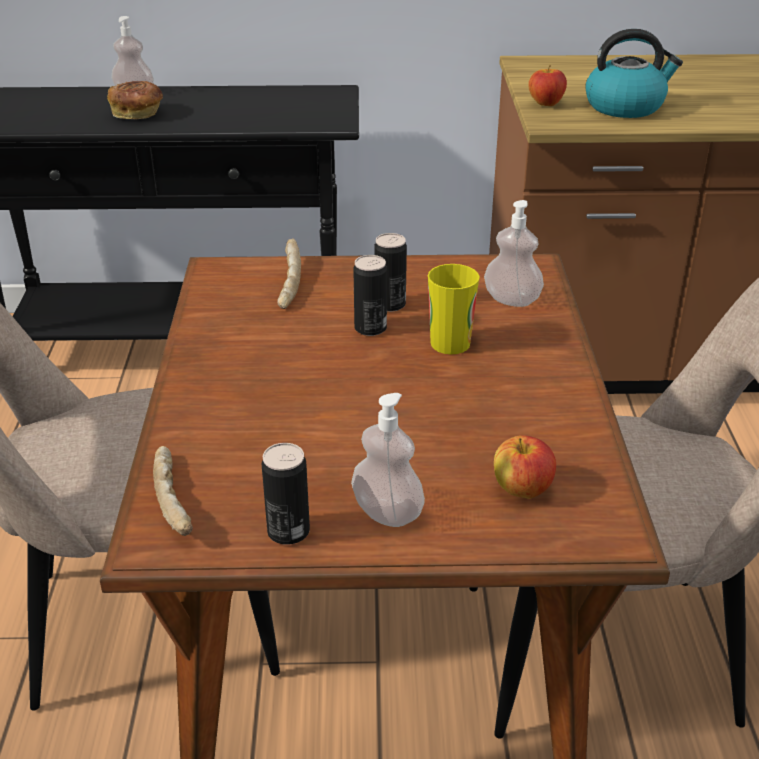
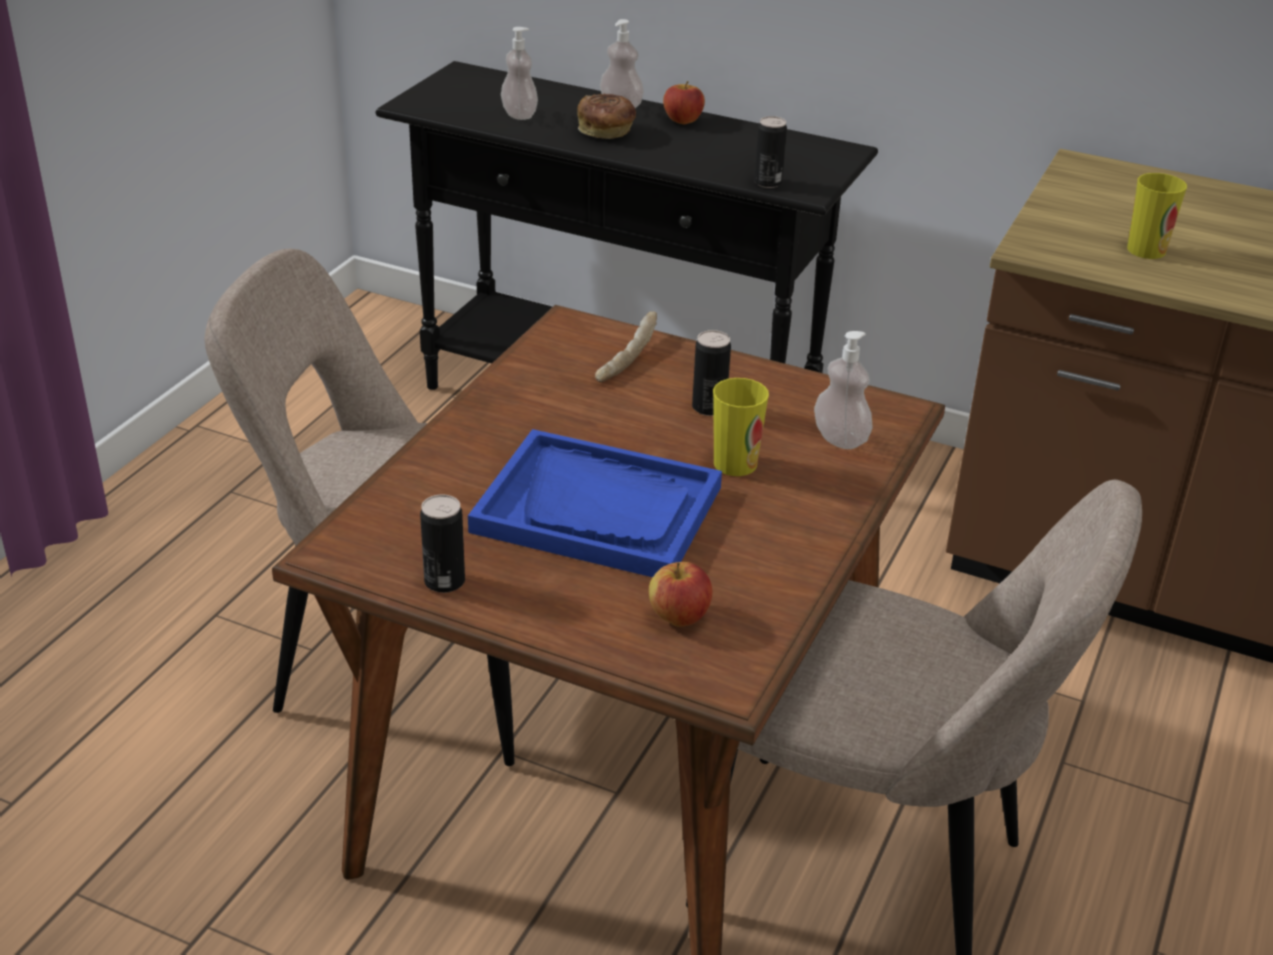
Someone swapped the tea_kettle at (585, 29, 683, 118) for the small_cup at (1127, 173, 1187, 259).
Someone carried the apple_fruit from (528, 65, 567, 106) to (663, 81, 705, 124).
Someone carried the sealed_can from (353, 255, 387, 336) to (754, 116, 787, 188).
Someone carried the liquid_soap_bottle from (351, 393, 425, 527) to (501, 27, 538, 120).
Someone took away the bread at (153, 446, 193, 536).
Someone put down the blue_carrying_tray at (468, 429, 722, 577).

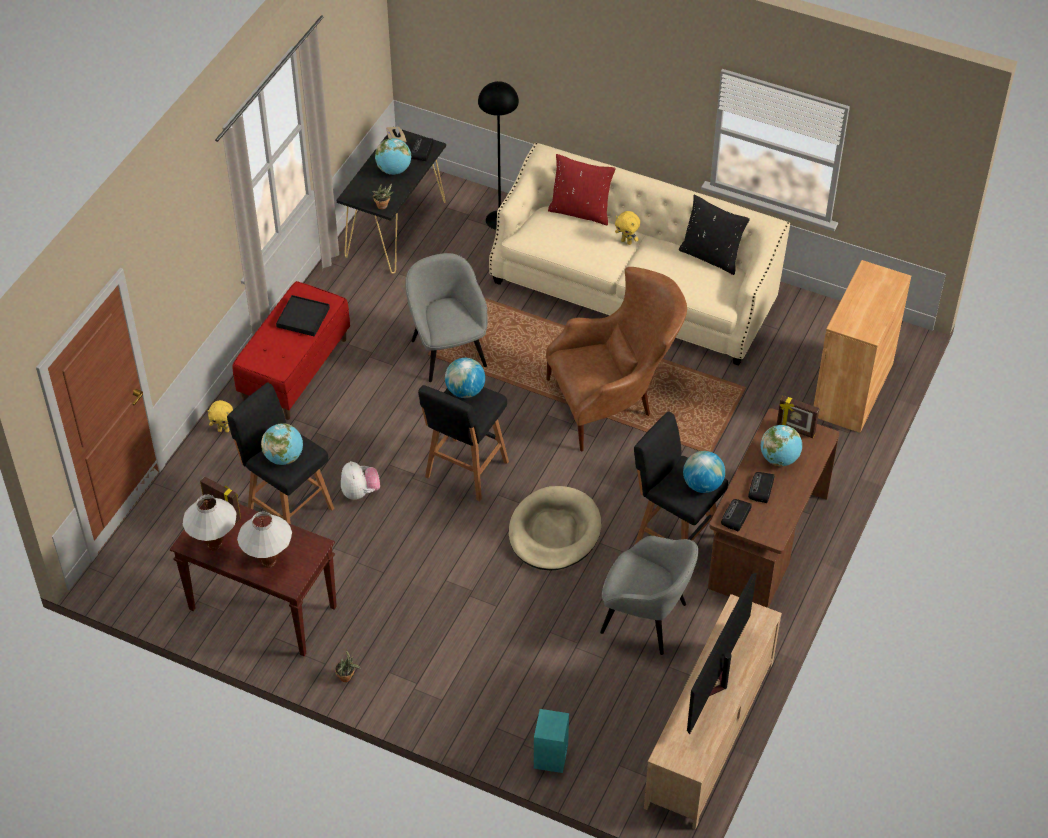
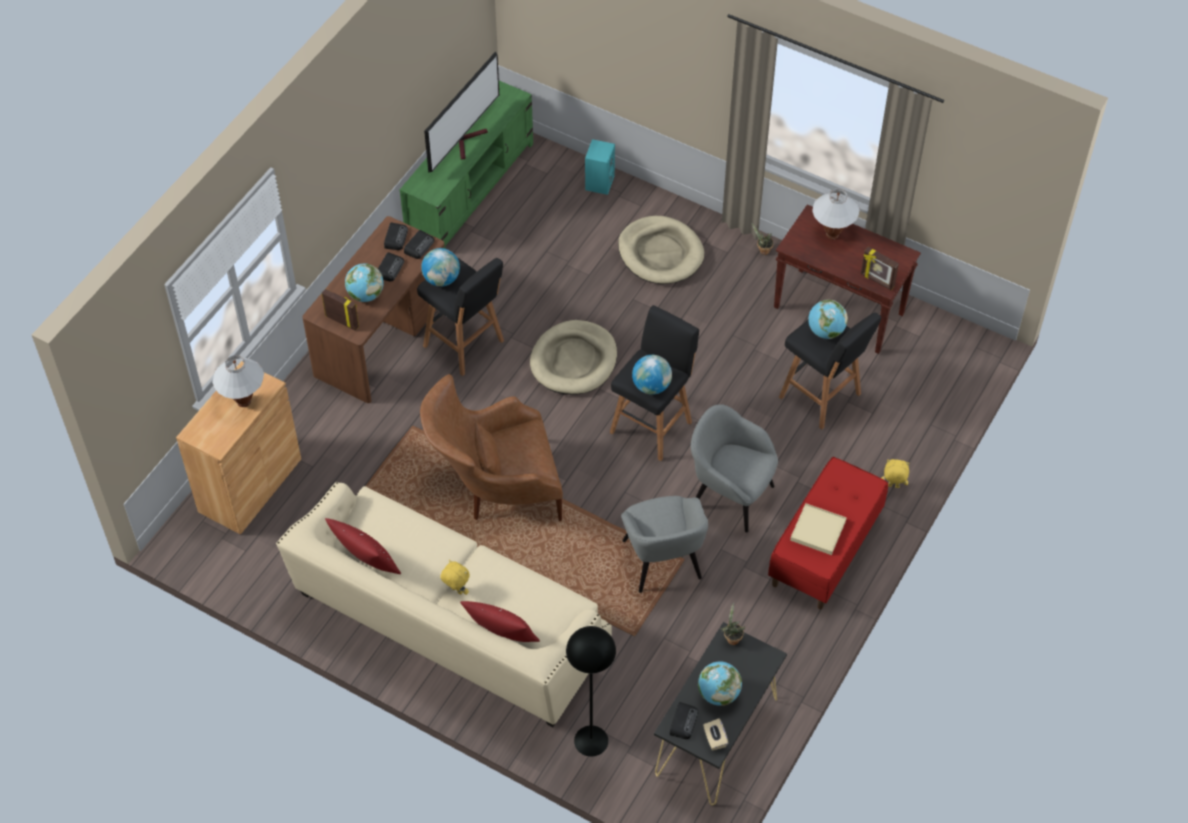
Someone repainted the black-coloured_throw_pillow at (679, 195, 750, 275), which became the red-coloured_throw_pillow at (325, 518, 401, 574).
Someone repainted the black-coloured_carrying_tray at (276, 295, 330, 337), which became the beige_carrying_tray at (790, 503, 846, 555).
Someone took away the cuddly_toy at (341, 461, 380, 500).
Someone carried the whitish_table_lamp from (183, 495, 236, 551) to (212, 355, 264, 407).
Someone carried the greyish_easy_chair from (600, 536, 698, 655) to (691, 404, 778, 533).
Someone repainted the beige_tv_unit at (644, 594, 782, 830), which became the green-coloured_tv_unit at (400, 81, 533, 249).
Someone put down the beige_pet_bed at (618, 216, 704, 284).
Someone put down the radio at (384, 222, 408, 250).

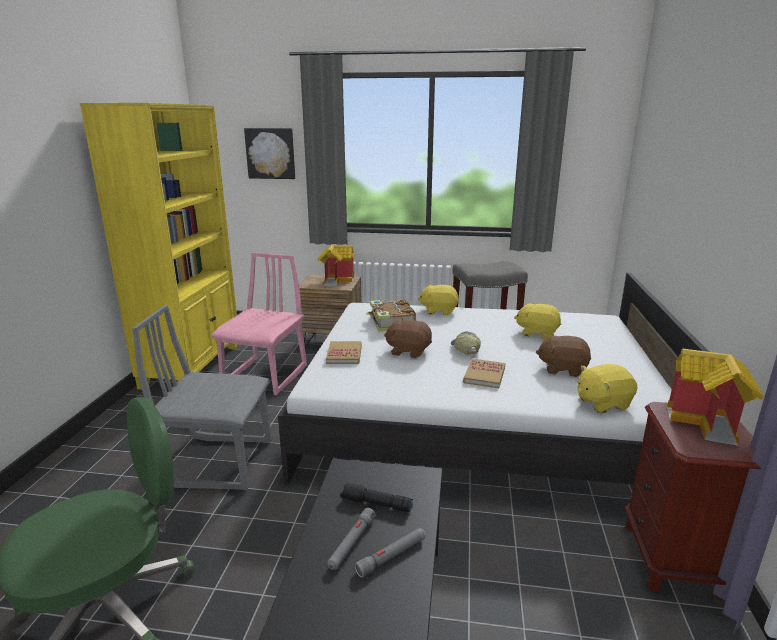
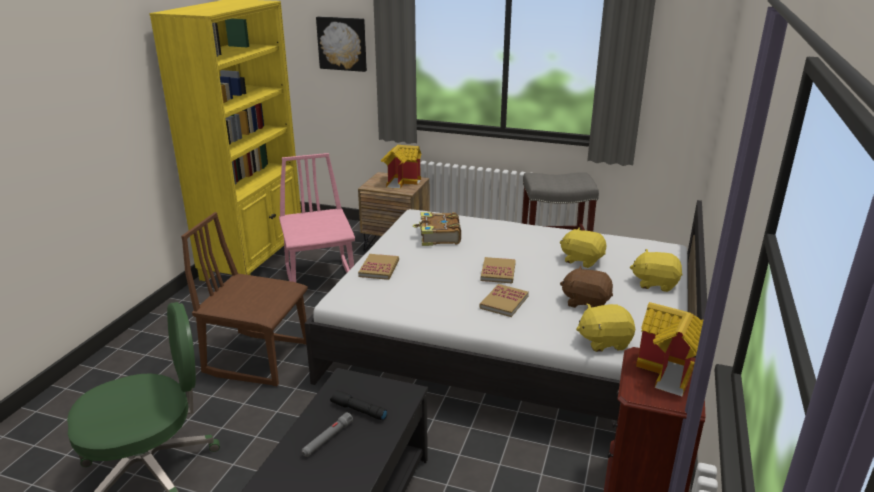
Someone rotated the pinkish_upright_chair at (211, 252, 307, 395) by 45 degrees counterclockwise.
Someone carried the yellow_cuddly_toy from (418, 285, 459, 315) to (630, 249, 683, 292).
Someone repainted the greyish_upright_chair at (132, 305, 272, 490), which became the brownish_upright_chair at (181, 212, 308, 386).
Someone took away the brownish_cuddly_toy at (384, 318, 432, 358).
Someone swapped the cap at (451, 332, 481, 355) for the volume at (481, 257, 516, 283).
Someone took away the greyish_torch at (355, 528, 425, 578).

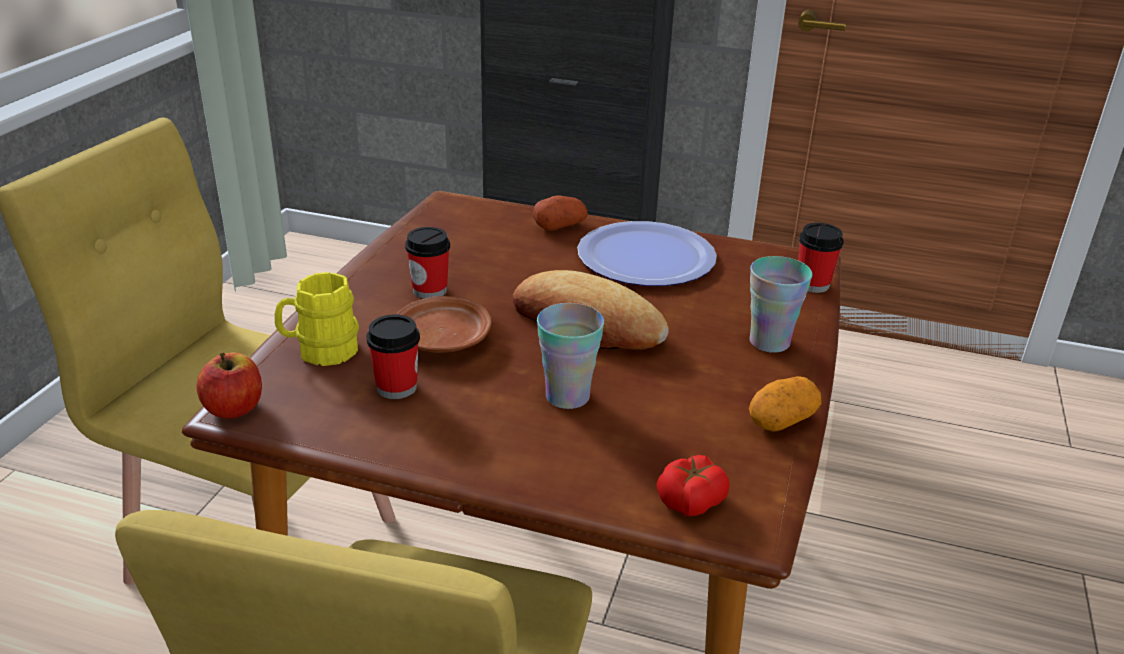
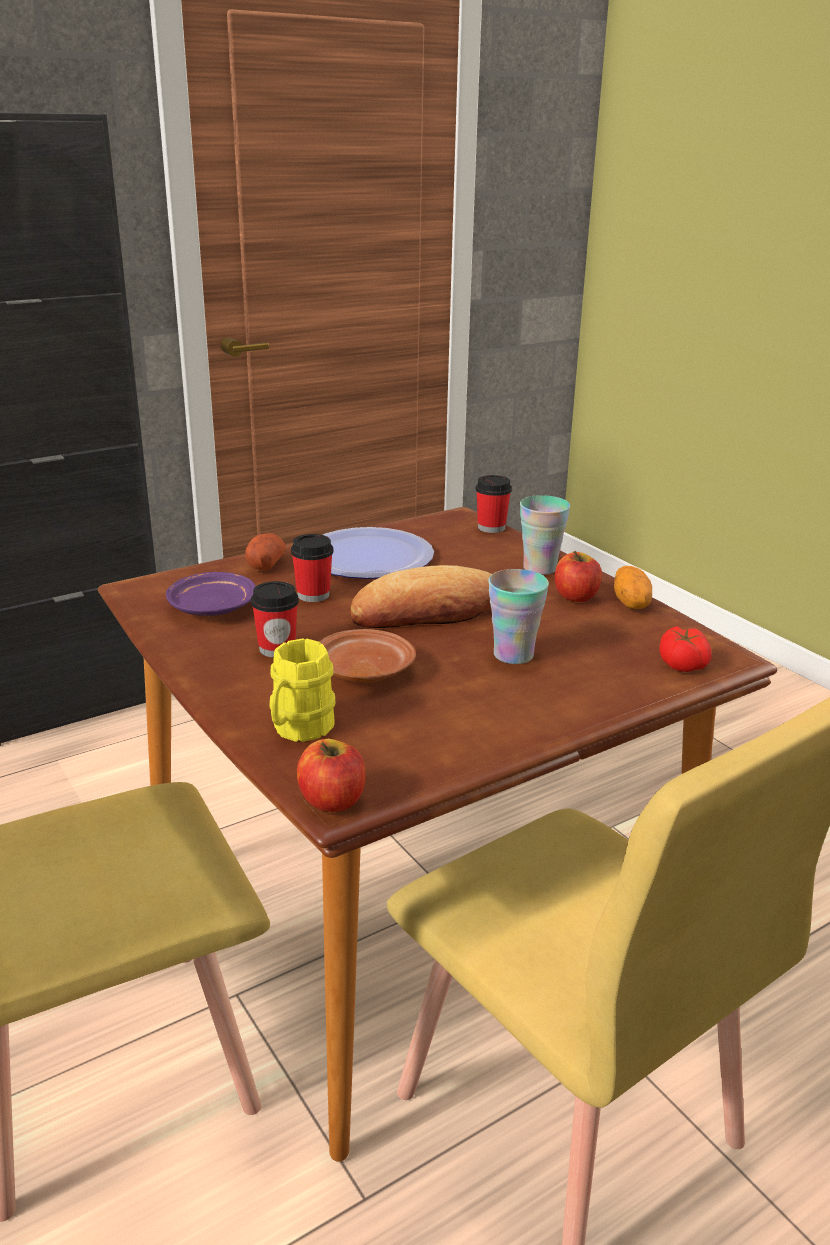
Someone carried the small_cup from (366, 315, 420, 399) to (291, 534, 333, 602).
Someone put down the apple_fruit at (555, 551, 602, 602).
Someone put down the purple-coloured_plate at (166, 572, 256, 616).

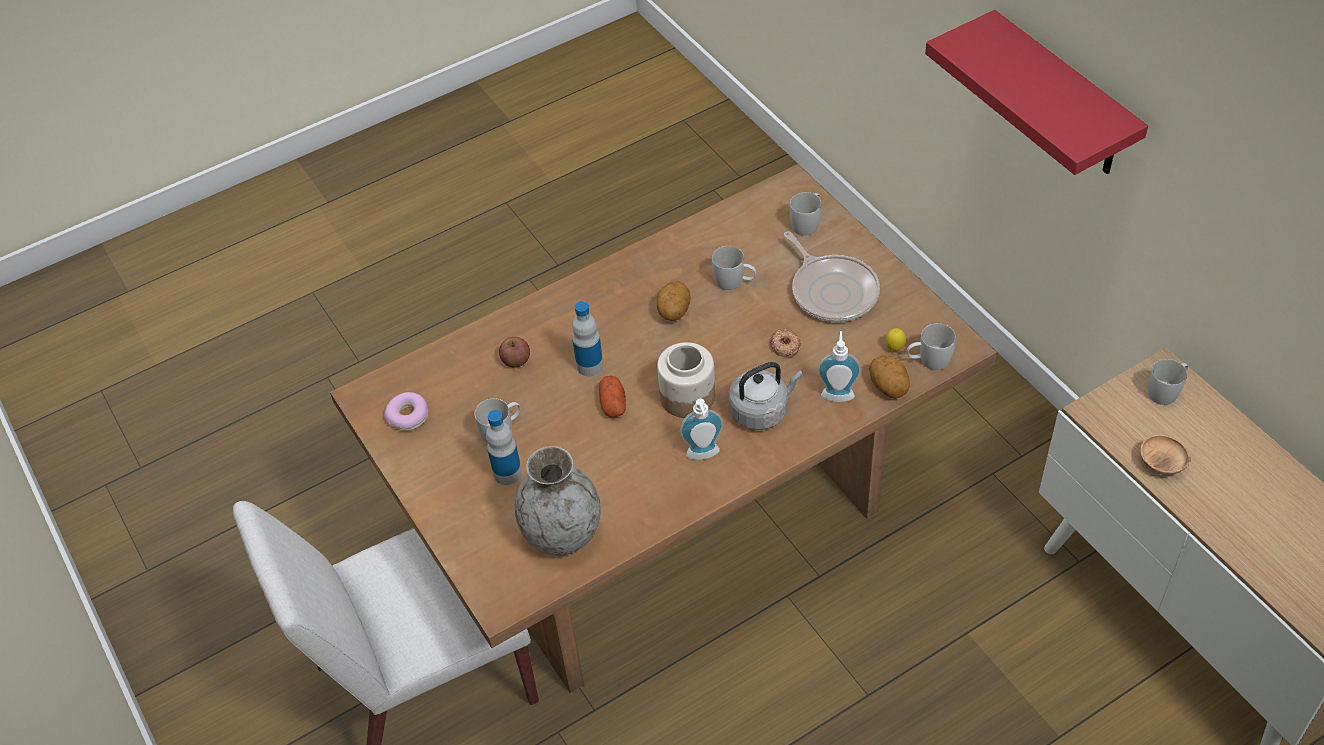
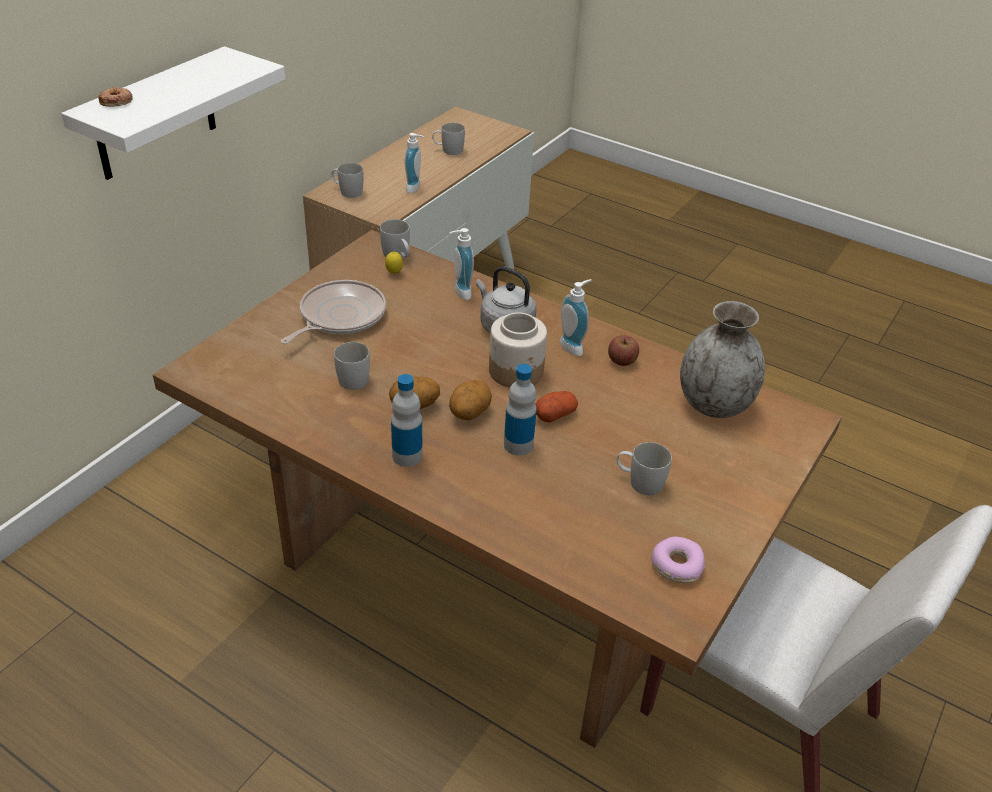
Someone repainted the red-coloured_shelf at (925, 10, 1148, 175), which became the whitish_shelf at (61, 46, 285, 180).
Someone carried the whitish_coffee_mug from (790, 192, 821, 236) to (432, 123, 465, 155).
Someone carried the doughnut from (770, 329, 801, 357) to (98, 87, 133, 107).
Someone carried the apple_fruit from (499, 337, 530, 368) to (608, 335, 639, 366).
Someone carried the whole_potato from (869, 356, 910, 399) to (449, 380, 492, 420).
Someone carried the drink_bottle from (486, 410, 522, 485) to (391, 374, 423, 467).
Someone swapped the brownish_deep_dish at (1140, 435, 1190, 475) for the liquid_soap_bottle at (405, 133, 424, 193).

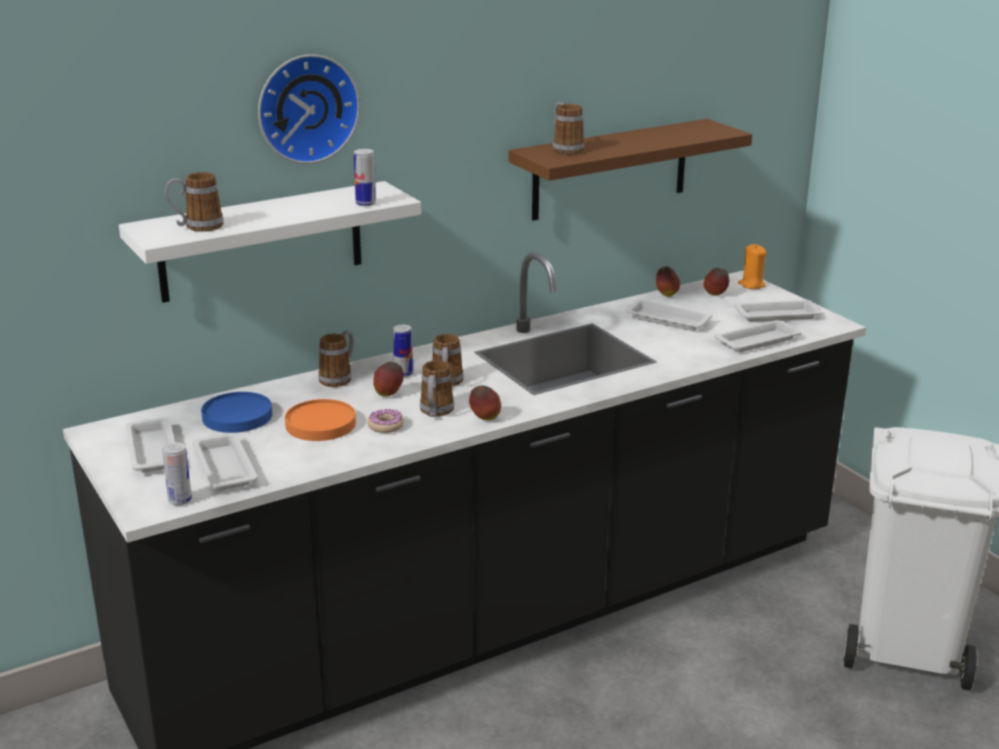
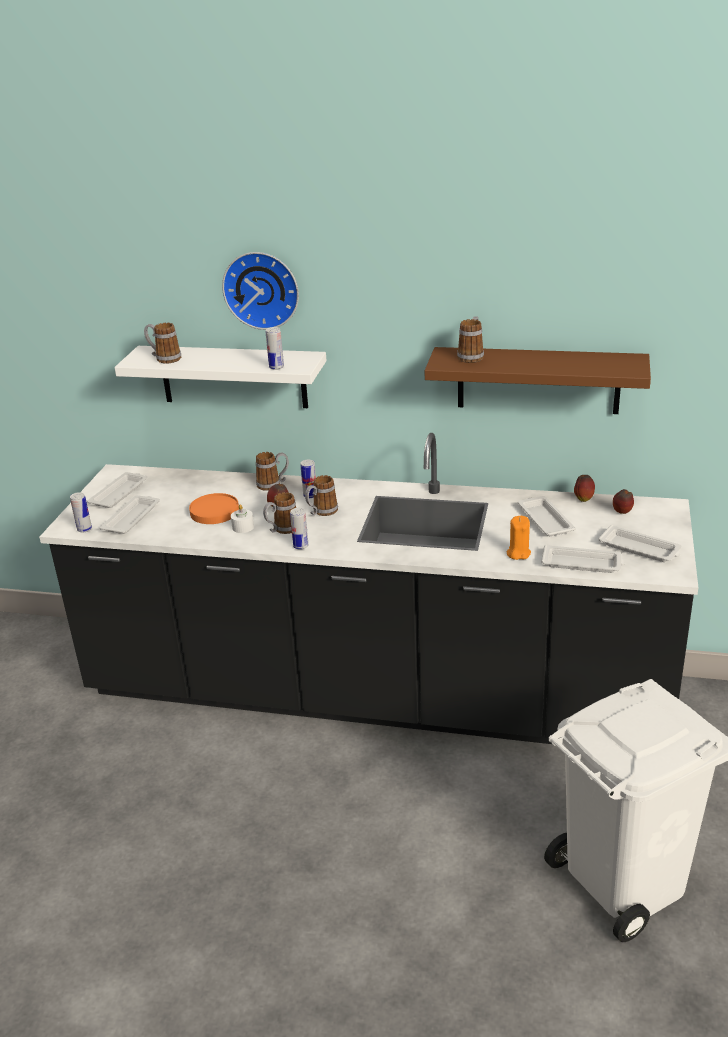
Someone carried the orange_candle from (738, 244, 767, 289) to (507, 516, 531, 560).
Someone swapped the apple_fruit at (469, 386, 501, 421) for the sealed_can at (290, 508, 308, 550).
Someone took away the blue_plate at (201, 392, 272, 433).
Someone swapped the doughnut at (367, 409, 404, 433) for the whitish_candle at (231, 504, 254, 533).

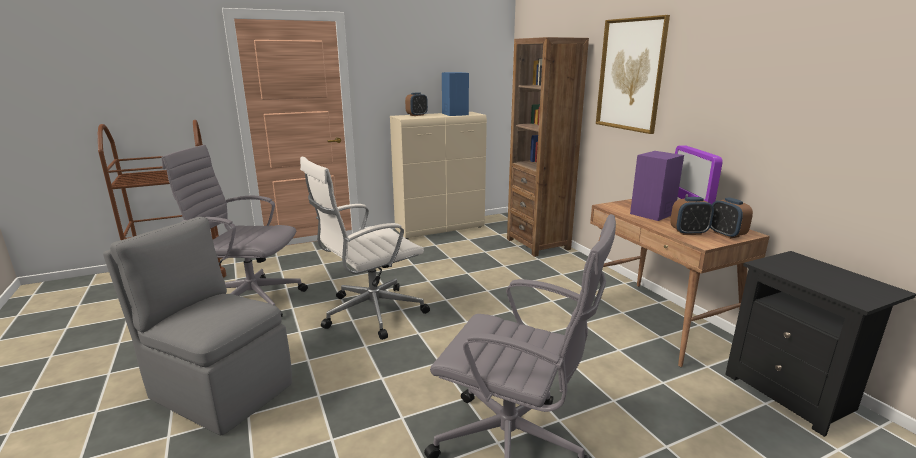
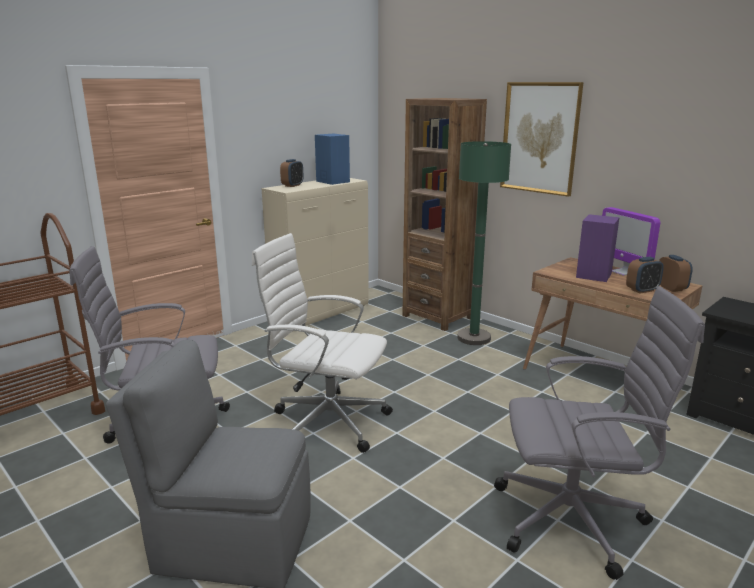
Someone rotated the whitish_computer_chair at (300, 157, 430, 340) by 75 degrees clockwise.
Someone rotated the alarm_clock at (710, 197, 753, 239) by 150 degrees counterclockwise.
Someone put down the green-coloured_standard_lamp at (457, 141, 511, 345).

